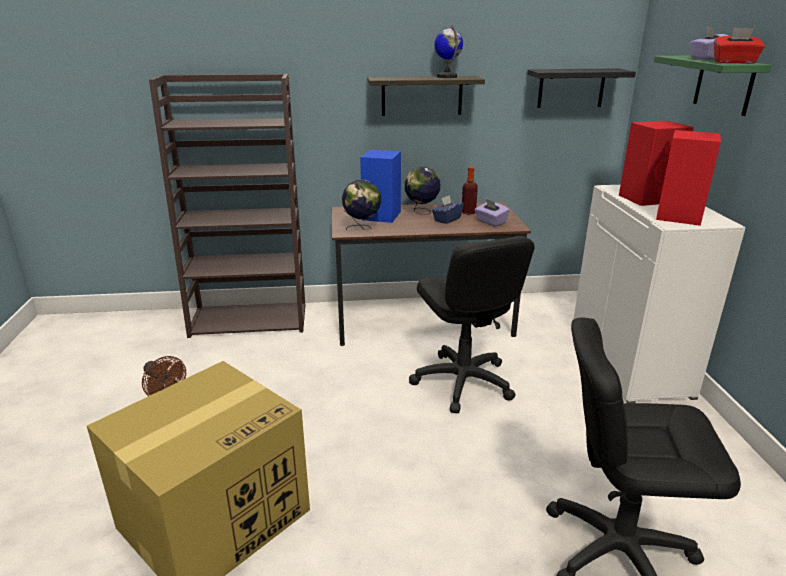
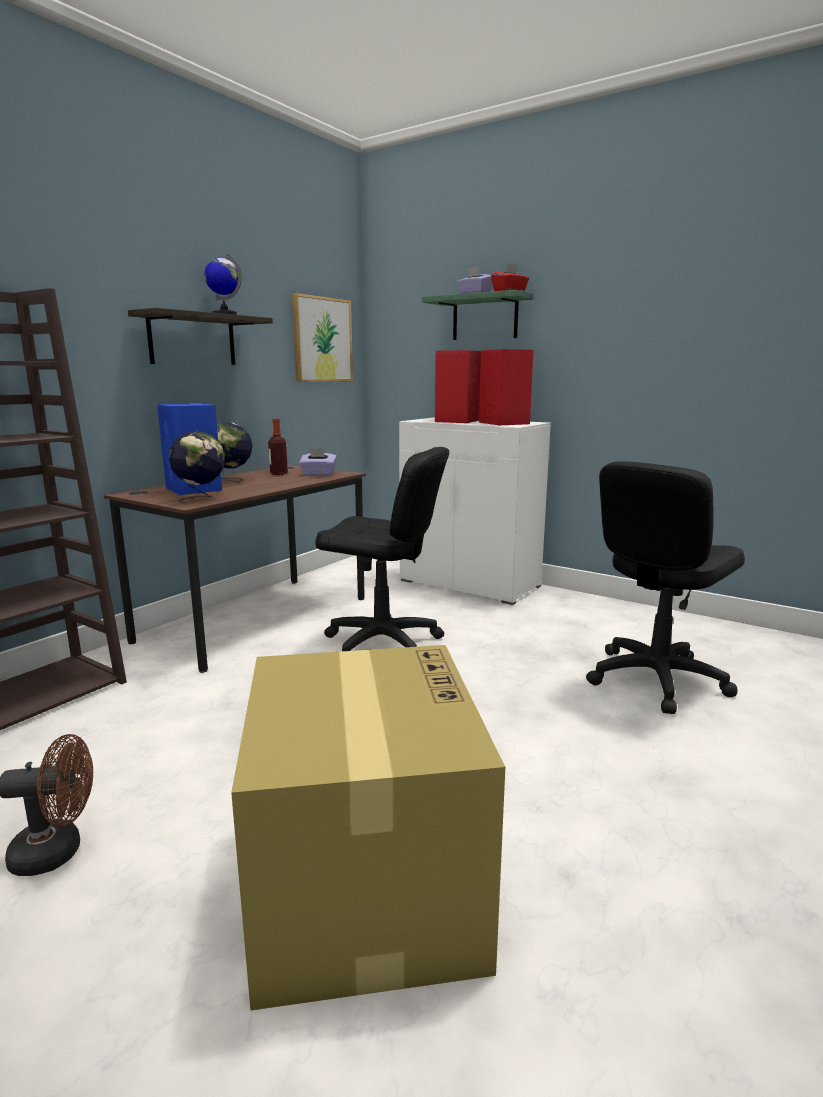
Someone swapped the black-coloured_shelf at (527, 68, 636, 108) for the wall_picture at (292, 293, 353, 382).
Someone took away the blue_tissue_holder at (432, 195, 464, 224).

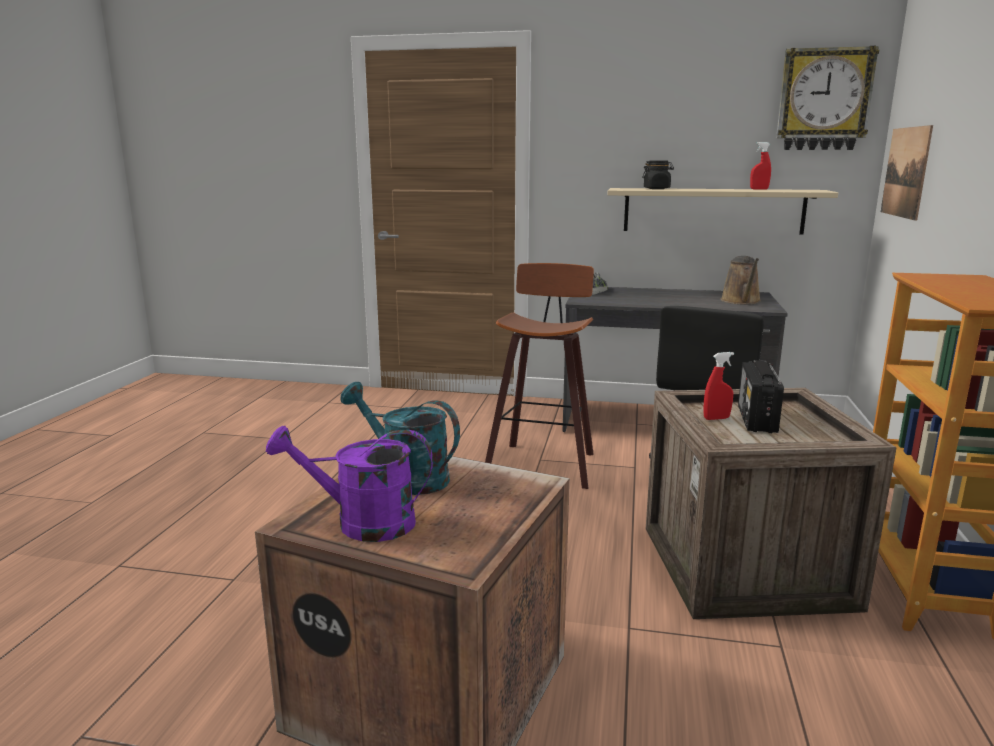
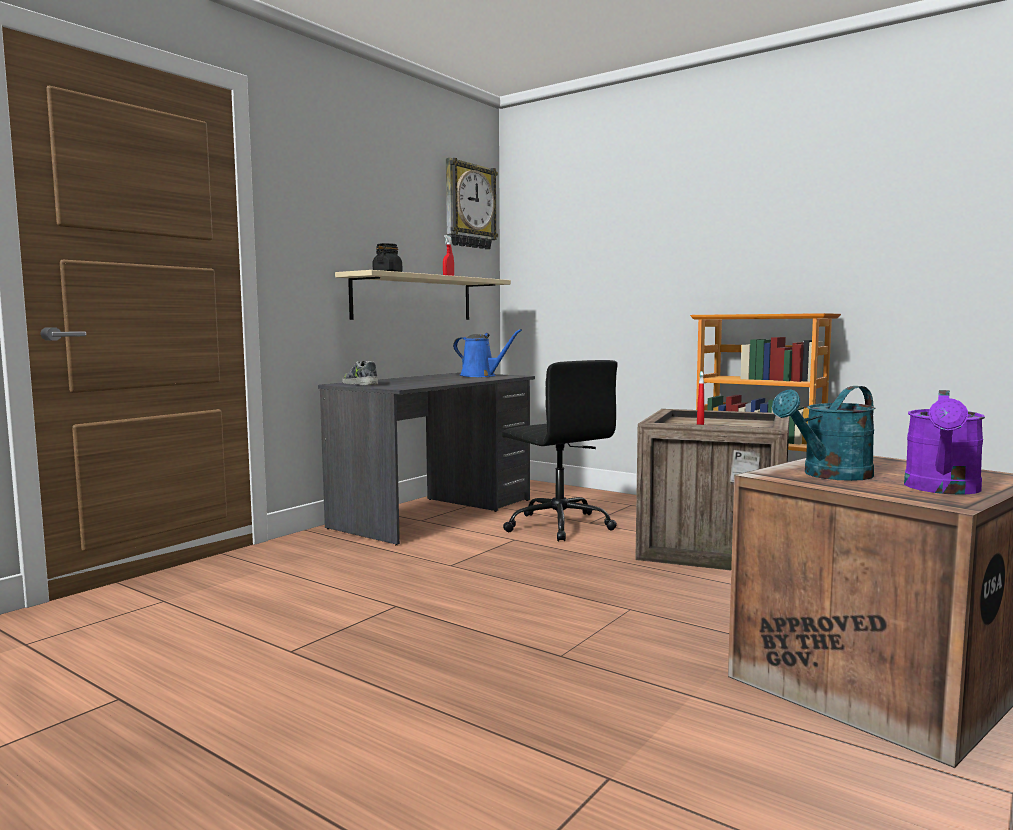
Someone took away the wall_picture at (881, 125, 933, 221).
Someone repainted the brownish_sprinkling_can at (720, 256, 761, 305), which became the blue_sprinkling_can at (453, 329, 522, 377).
Someone took away the sitting_stool at (485, 263, 594, 489).
Someone took away the radio at (738, 360, 784, 433).

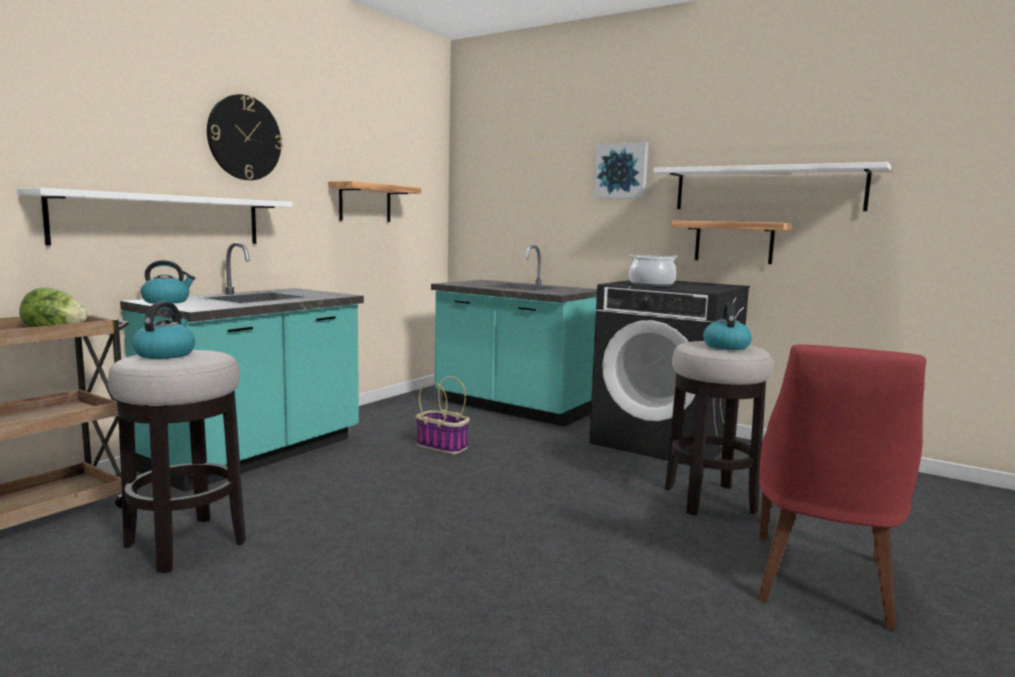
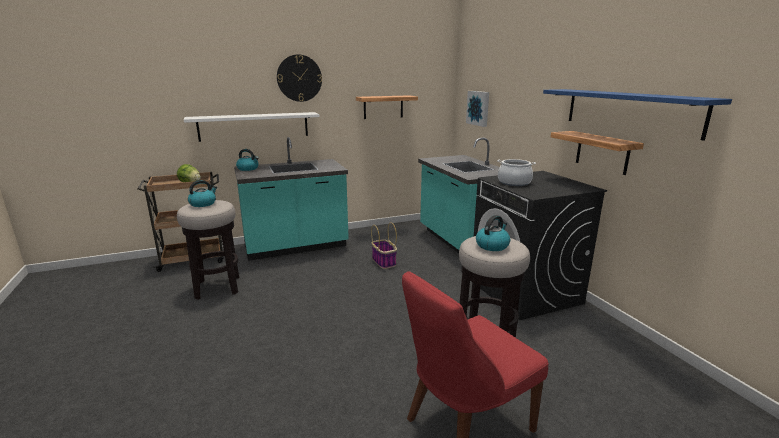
Someone carried the wall_picture from (594, 142, 648, 198) to (466, 91, 489, 127).
Someone repainted the whitish_shelf at (653, 162, 891, 211), which became the blue_shelf at (543, 89, 732, 141).

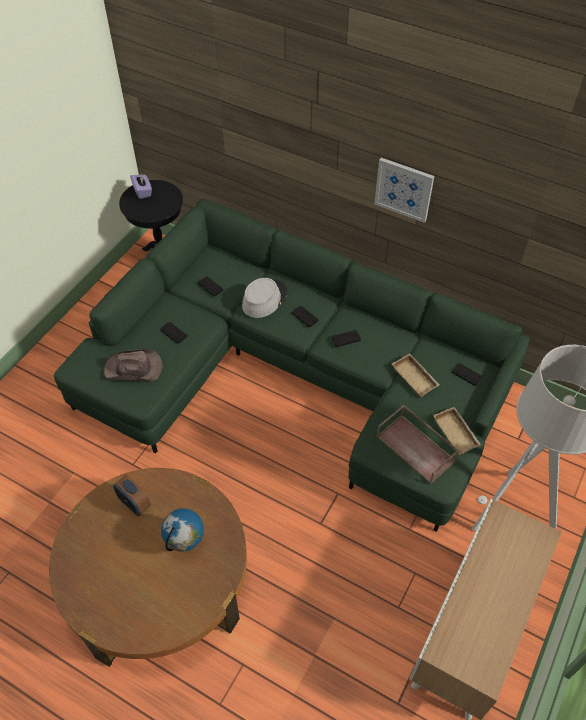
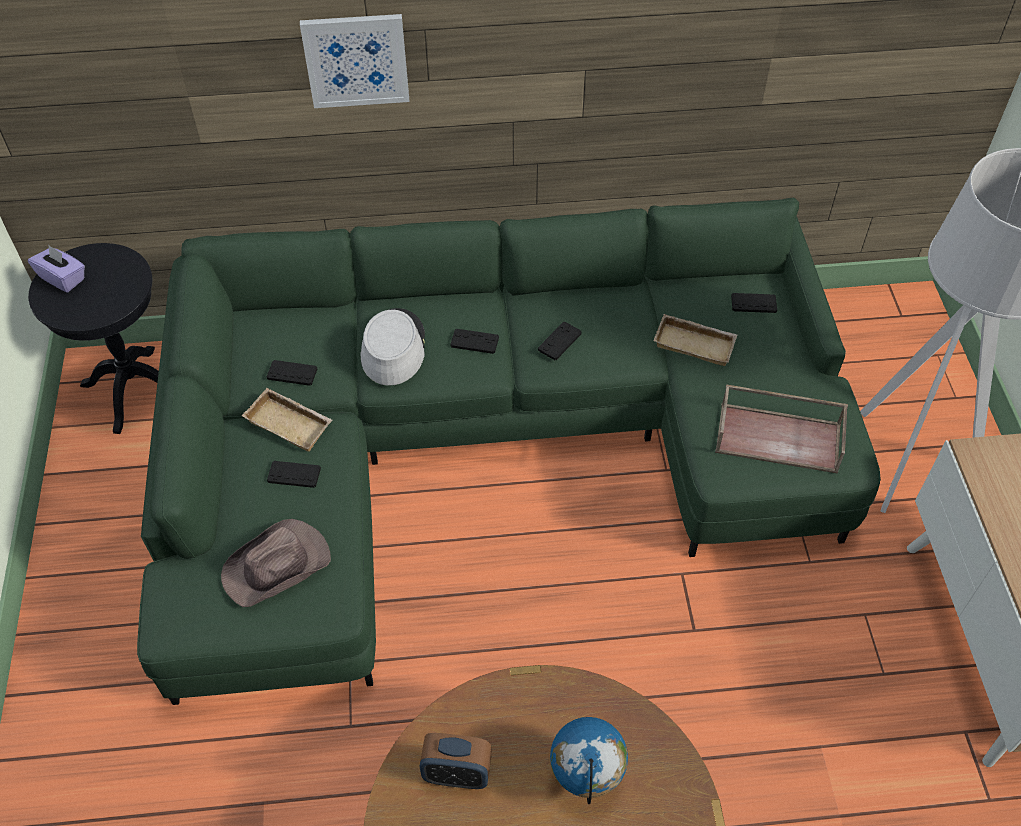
Someone carried the wall_picture from (374, 158, 434, 223) to (300, 14, 410, 108).
Someone carried the beige_carrying_tray from (433, 407, 481, 455) to (242, 388, 333, 452).

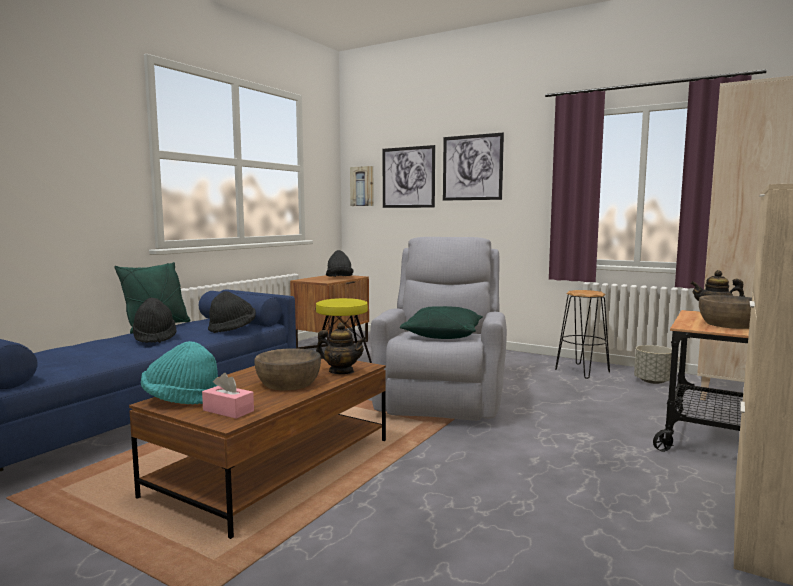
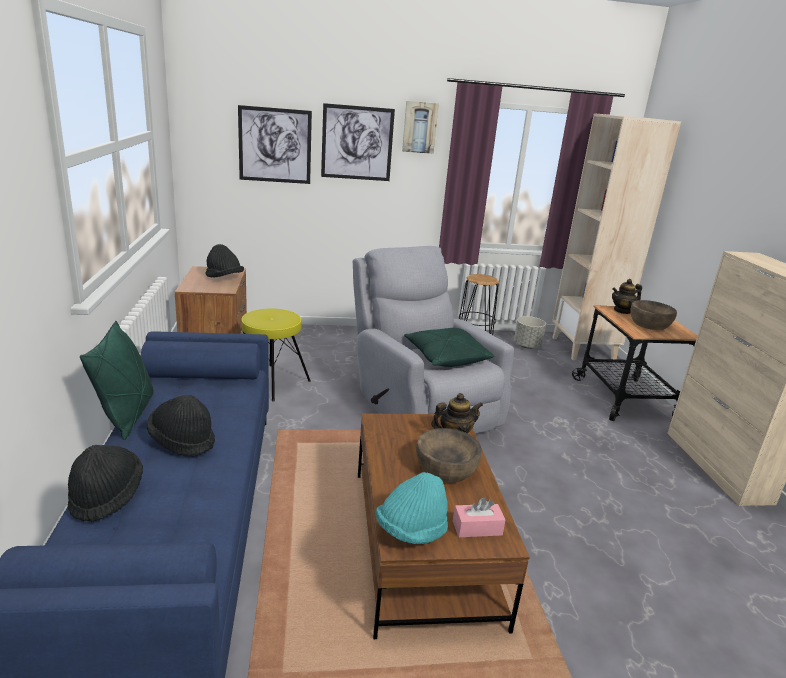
Someone carried the wall_picture from (350, 166, 374, 206) to (402, 101, 439, 154).
Someone carried the black-coloured_hat from (208, 291, 256, 333) to (68, 445, 143, 522).

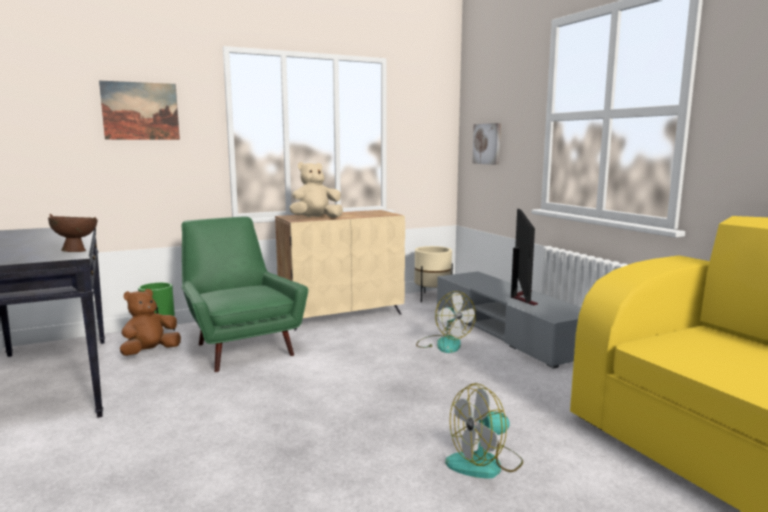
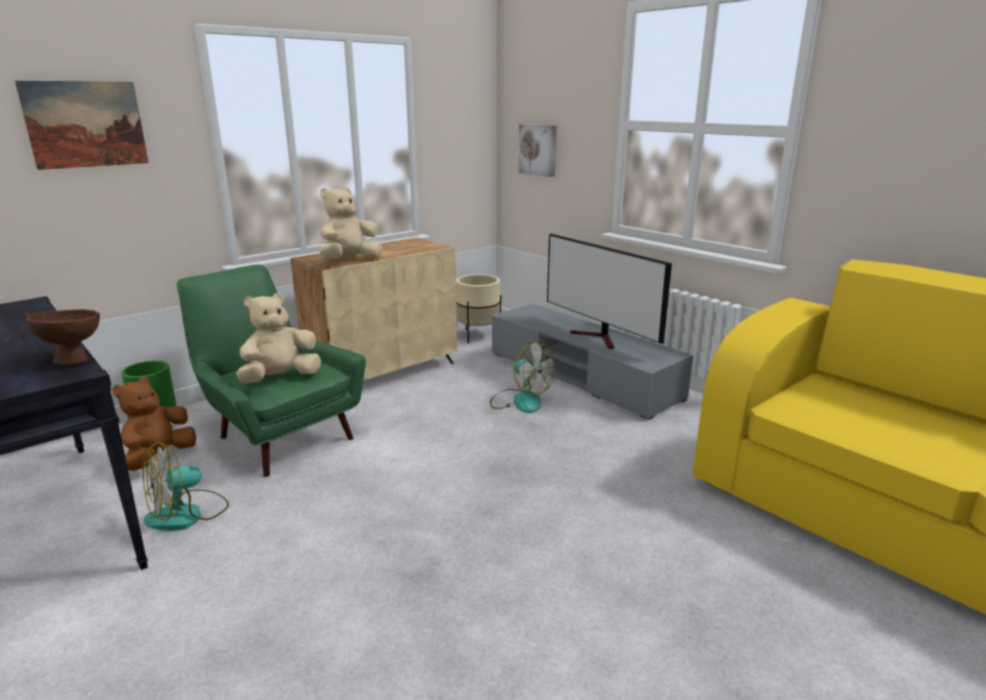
Someone rotated the TV_set at (511, 208, 538, 305) by 150 degrees clockwise.
Someone carried the cooling_fan from (445, 383, 523, 479) to (143, 442, 229, 531).
Someone put down the beige_cuddly_toy at (236, 293, 321, 384).

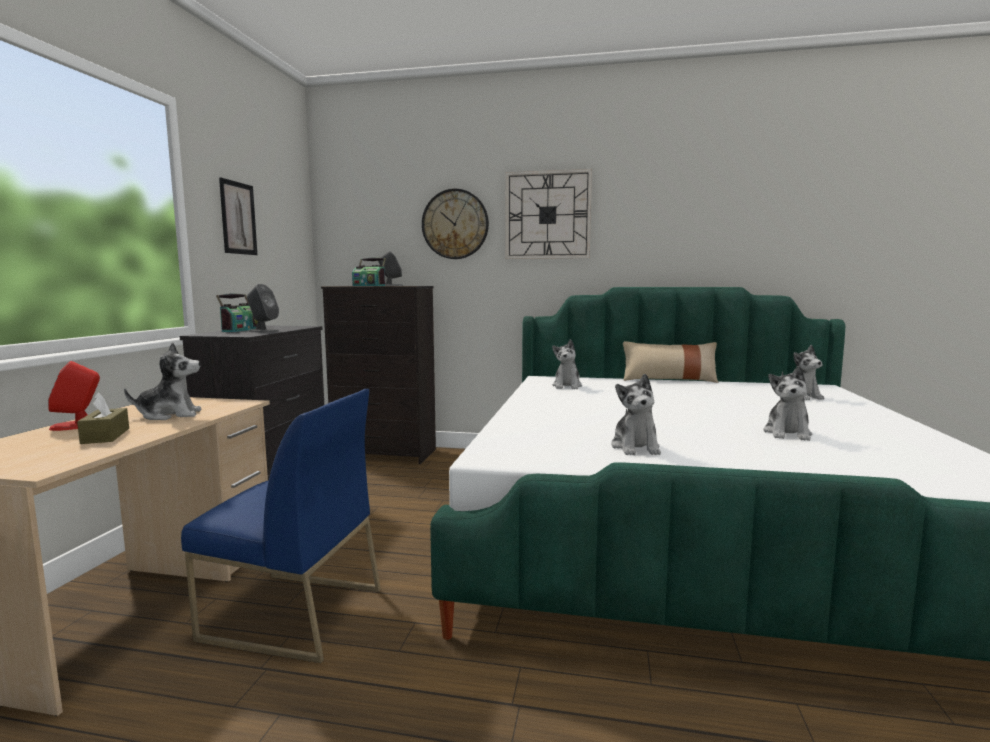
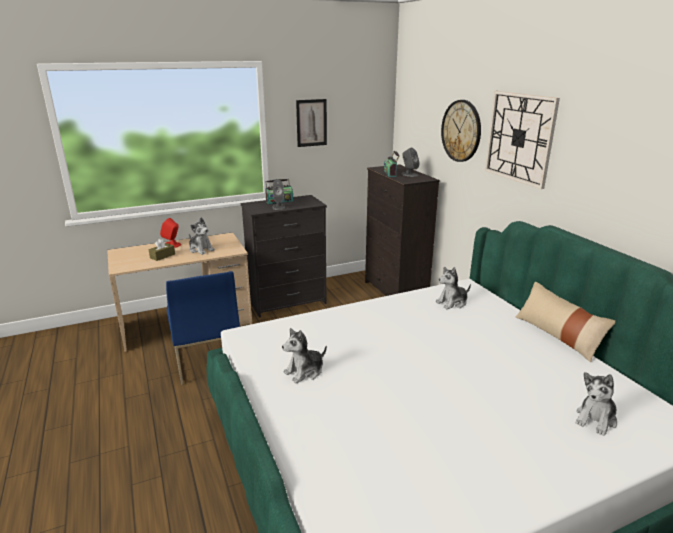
Someone took away the cuddly_toy at (764, 366, 812, 441).

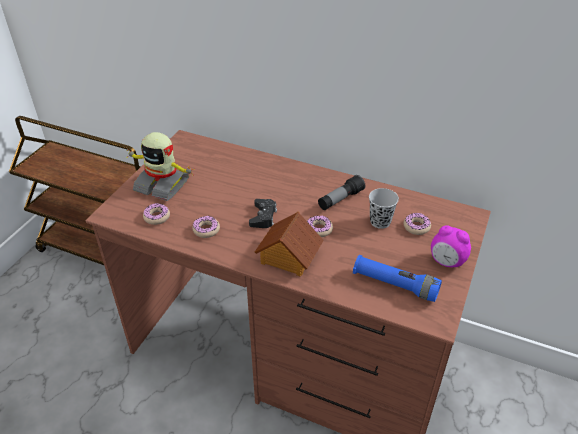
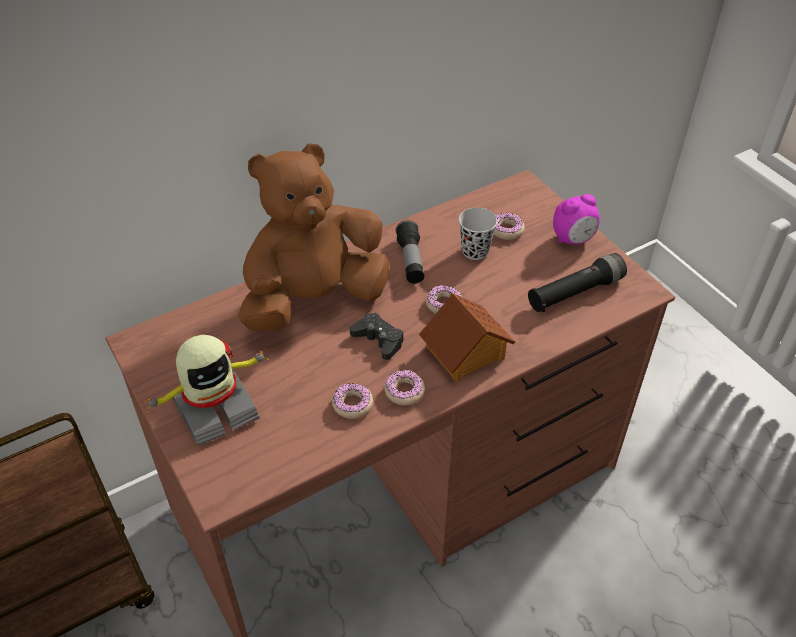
Someone carried the doughnut from (143, 203, 170, 225) to (384, 370, 425, 405).
Someone repainted the blue_torch at (353, 255, 442, 302), which became the black-coloured_torch at (528, 253, 627, 313).
Someone put down the brownish_cuddly_toy at (238, 143, 390, 331).

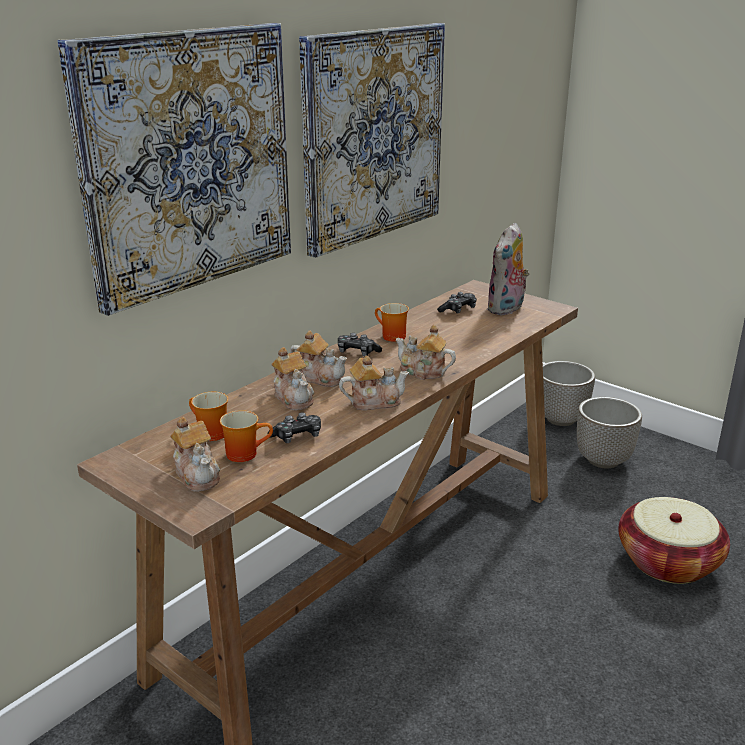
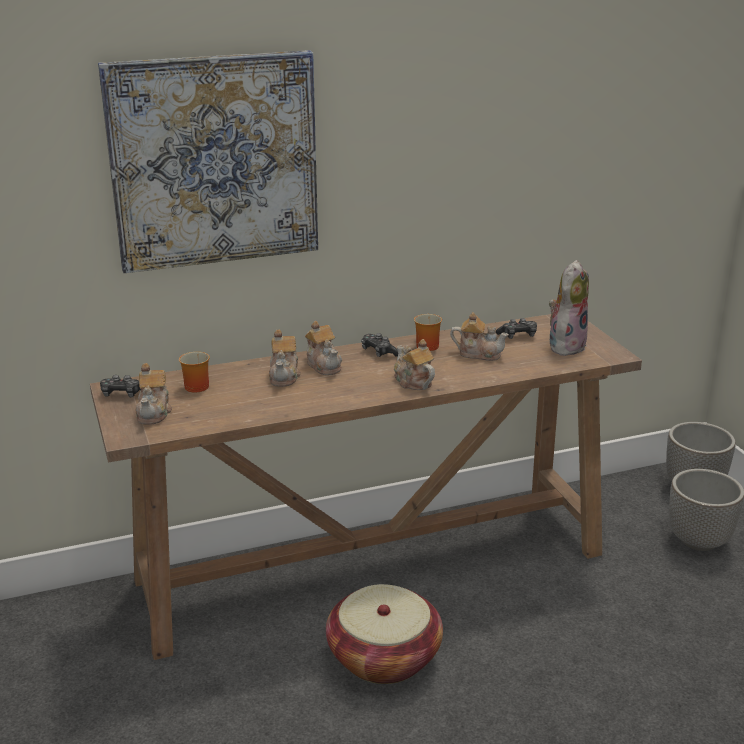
Someone took away the wall_picture at (299, 23, 445, 258).
Someone rotated the cuddly_toy at (487, 223, 529, 315) by 150 degrees clockwise.
Someone carried the pot_for_tea from (339, 356, 409, 410) to (450, 312, 509, 361).
Someone took away the coffee_mug at (220, 410, 273, 462).
Someone carried the joypad from (268, 412, 321, 443) to (100, 375, 141, 397).
Someone carried the basket from (618, 497, 730, 584) to (326, 584, 443, 684).

